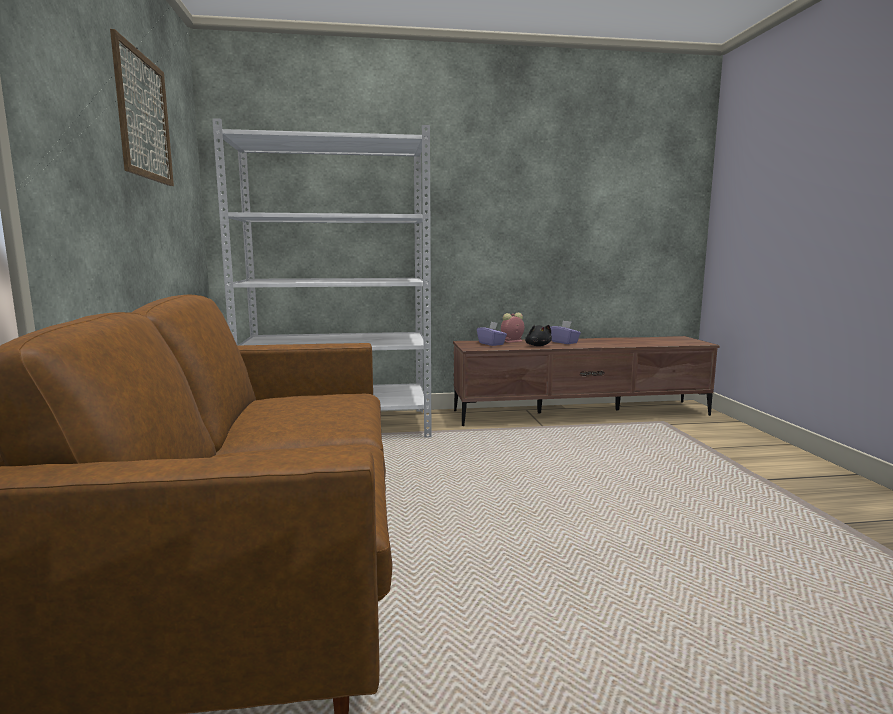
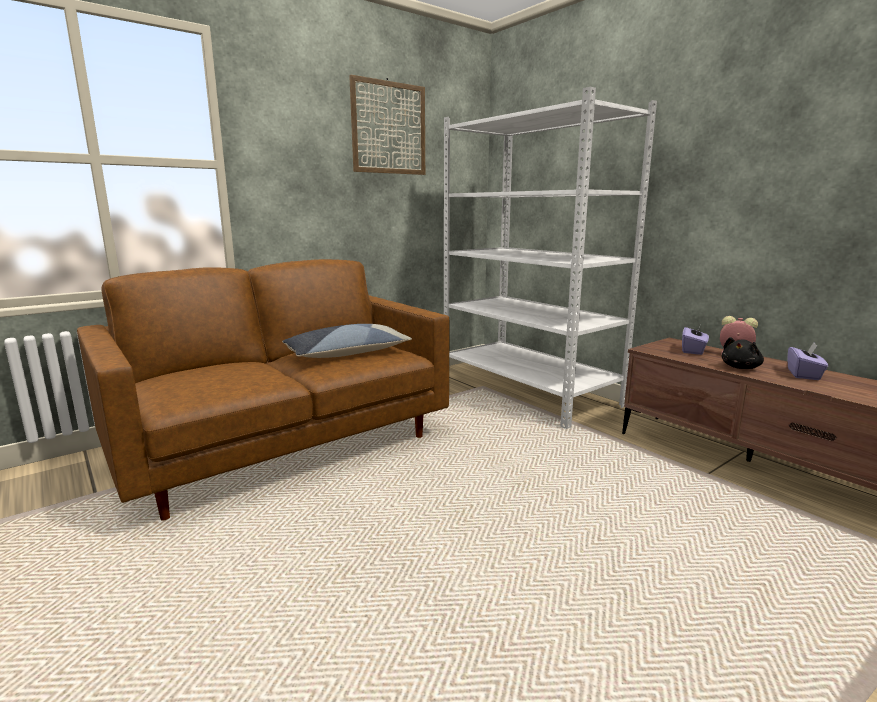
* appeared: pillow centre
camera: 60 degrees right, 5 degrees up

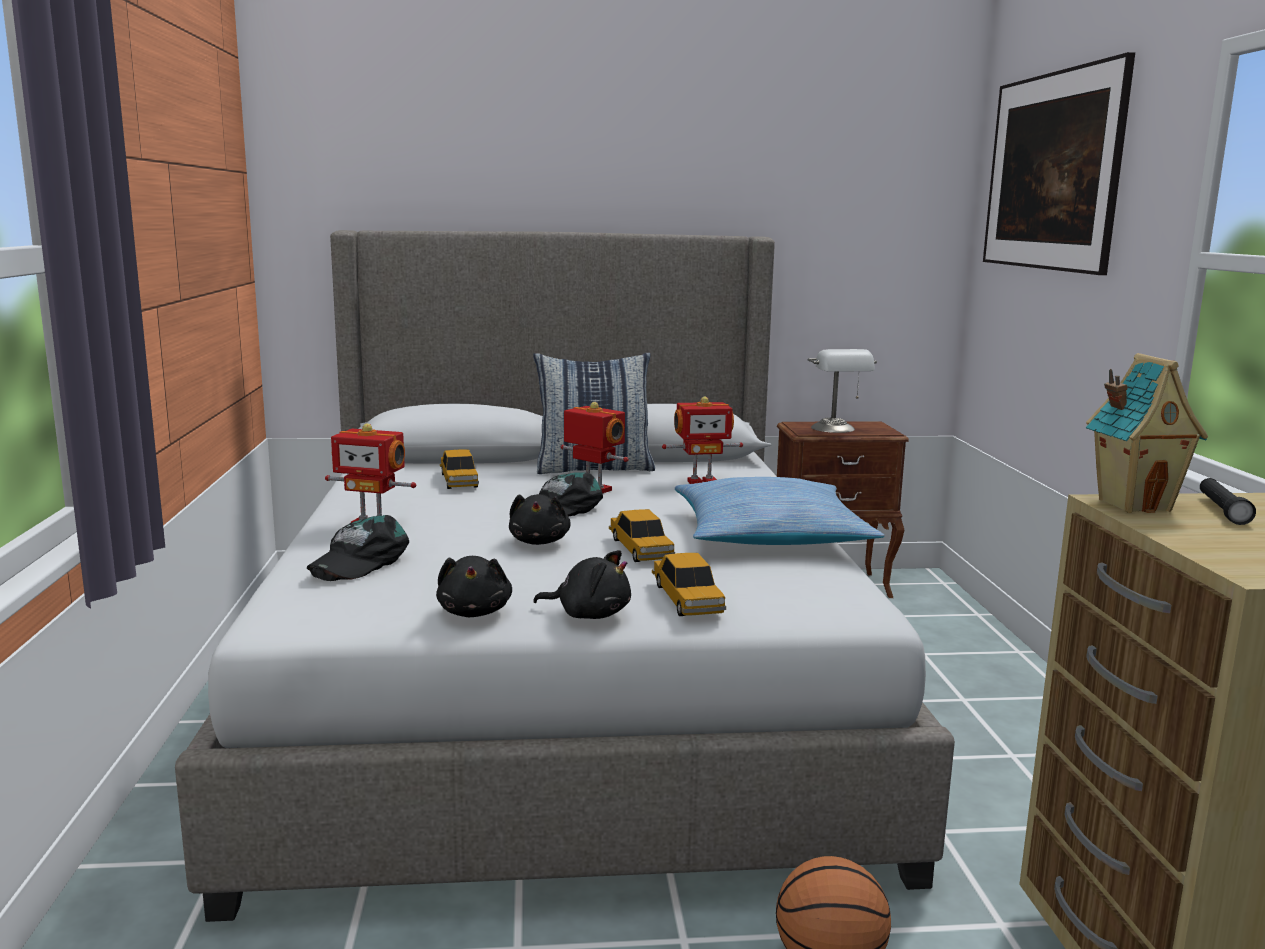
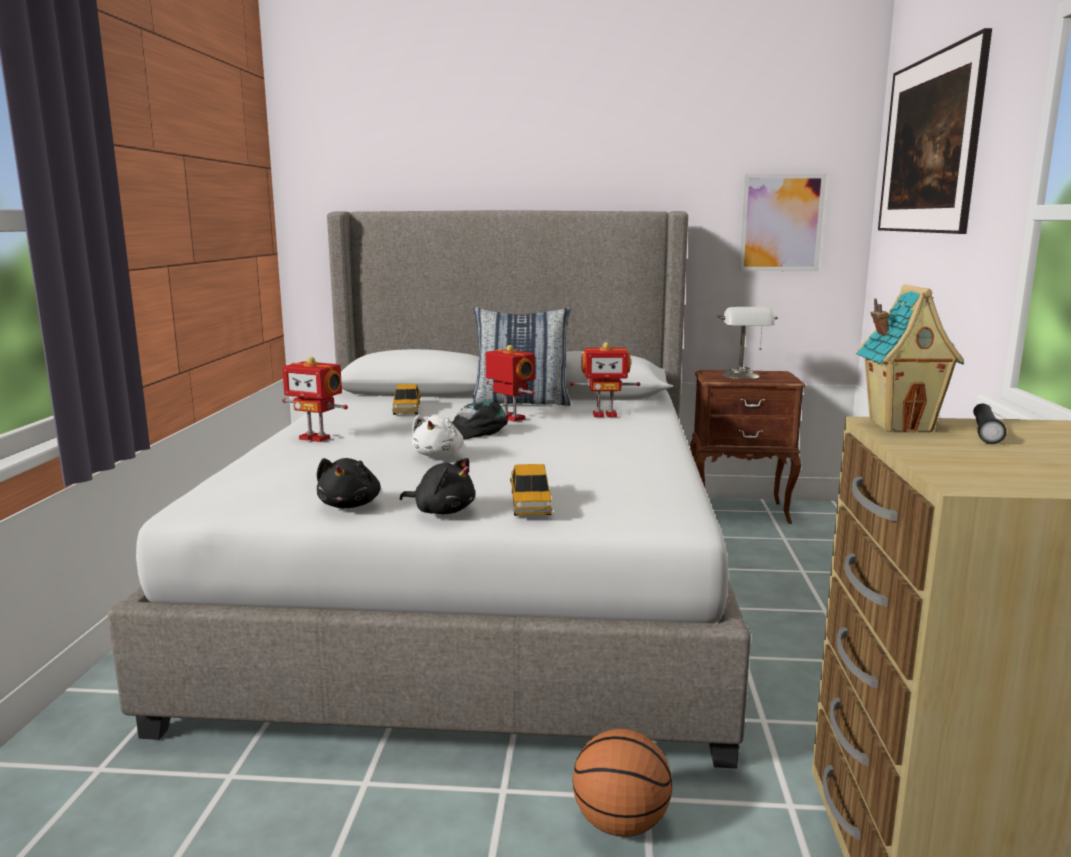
* missing: cap/black (no. 1 from left) middle left
* missing: model car (no. 2 from left) centre
* missing: pillow (no. 2 from left) centre
* appeared: wall picture (no. 1 from left) top right
* colour: cuddly toy/black (no. 2 from left) centre to cuddly toy/white-coloured centre
camera: 10 degrees right, 0 degrees up

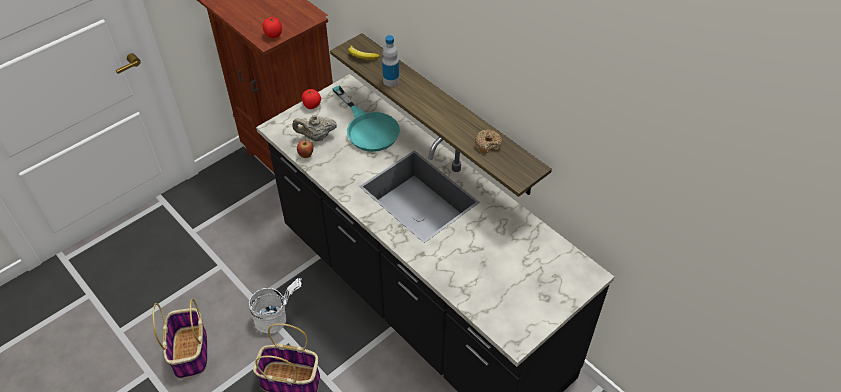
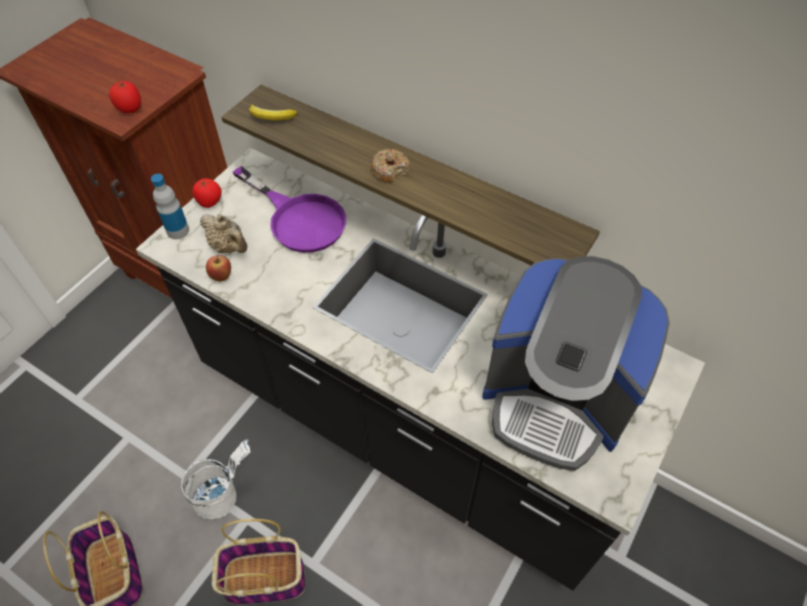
* appeared: coffee machine middle right
* relocated: bottle top centre to middle left
* relocated: donut centre to top centre
* colour: skillet/turquoise top centre to skillet/purple centre
* spun: pot for tea/beige-coloured top centre = middle left 120 degrees counterclockwise
camera: 15 degrees left, 5 degrees up

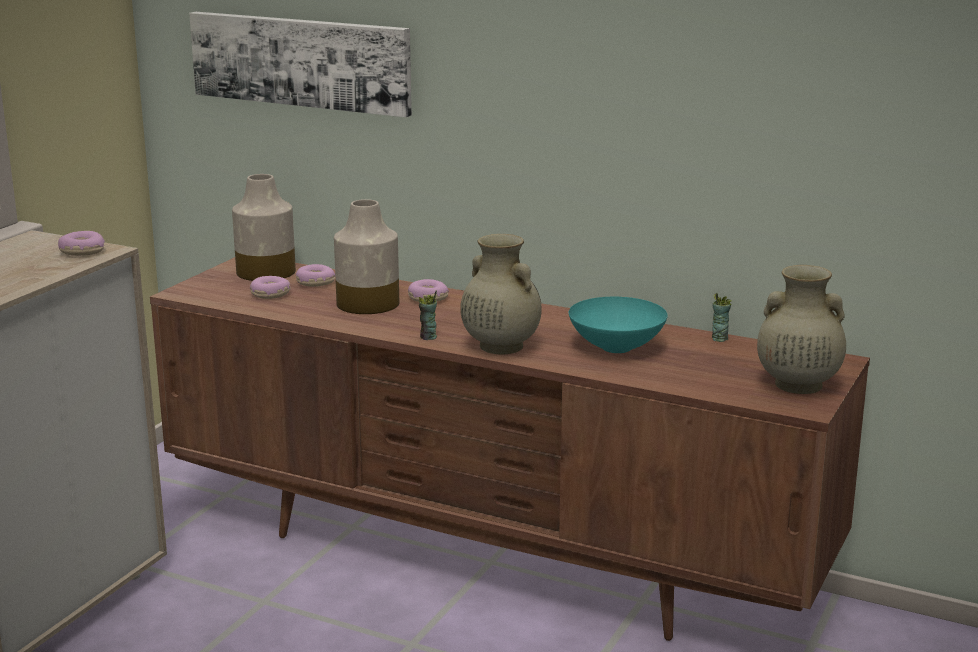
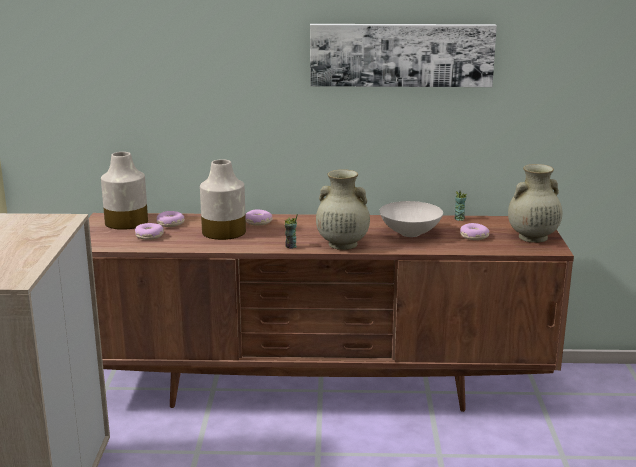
* relocated: donut (no. 1 from left in the first image) middle left to donut (no. 4 from left) middle right
* relocated: wall picture top left to top centre
* colour: deep dish/turquoise centre to deep dish/white-coloured centre
camera: 25 degrees left, 0 degrees up

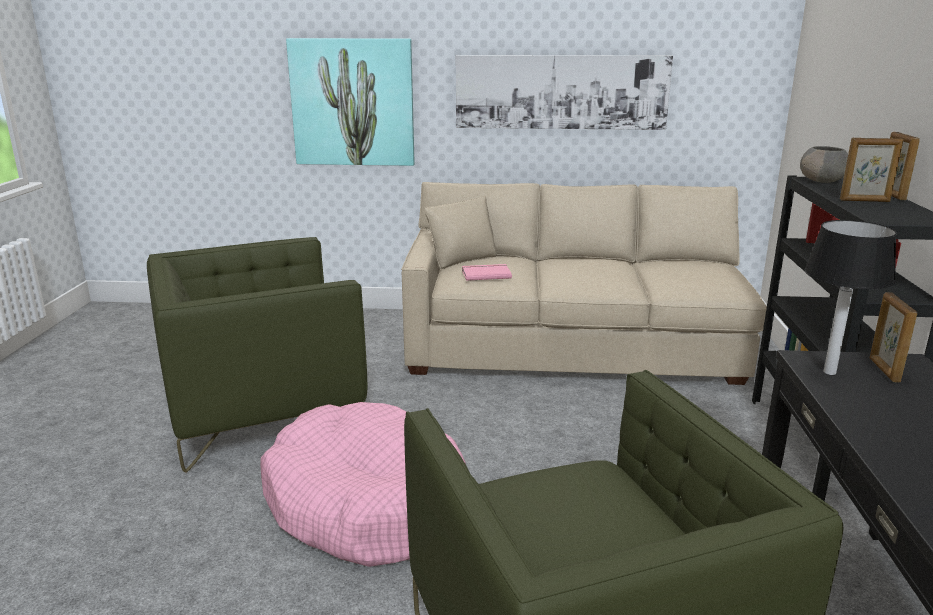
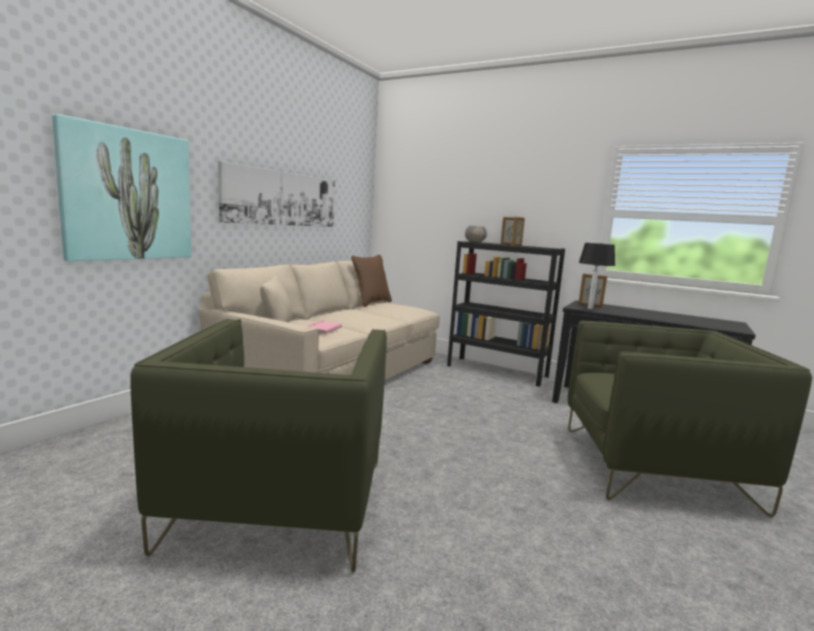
* missing: pet bed/pinkish bottom centre
* appeared: pillow/brown-coloured centre
camera: 65 degrees left, 10 degrees down

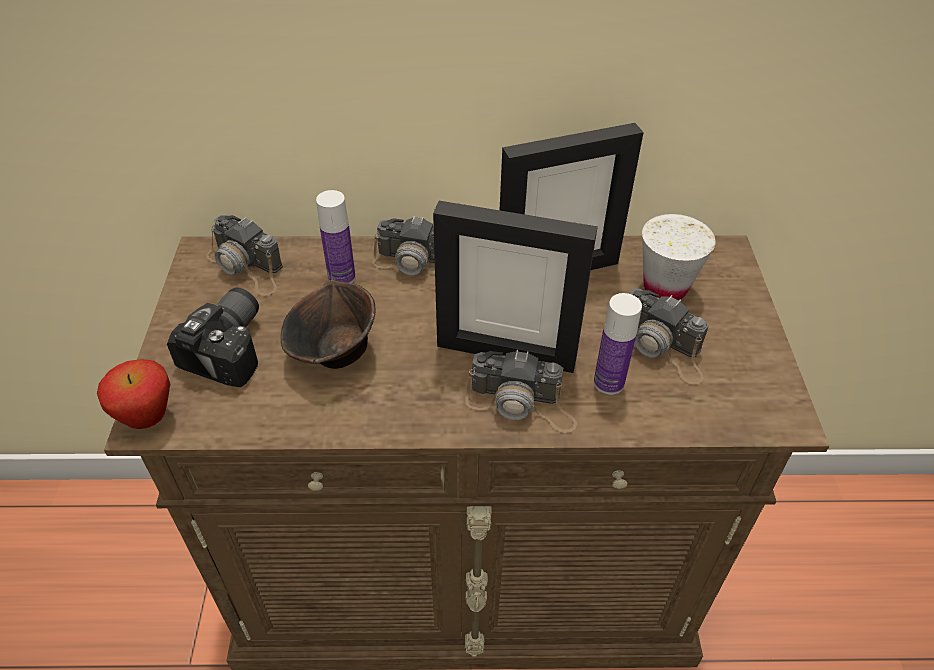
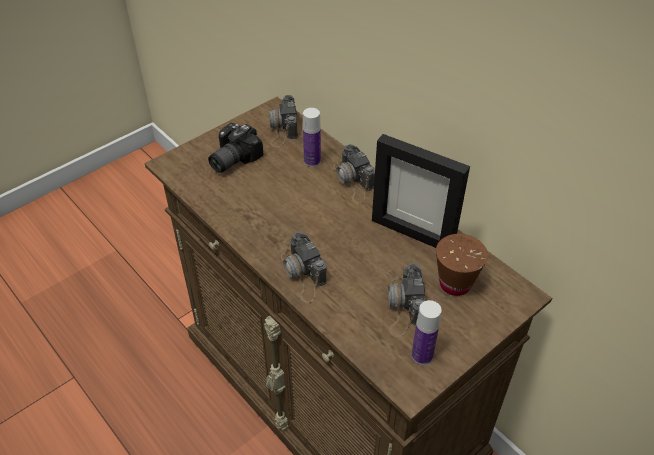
* missing: apple middle left
* missing: deep dish/brown-coloured centre
* missing: photo frame (no. 1 from left) centre
* relocated: bottle (no. 2 from left) centre to bottom centre
* colour: small cup/white-coloured middle right to small cup/brown-coloured middle right
* spun: still camera (no. 1 from left) middle left = top centre 150 degrees clockwise
camera: 50 degrees right, 0 degrees up

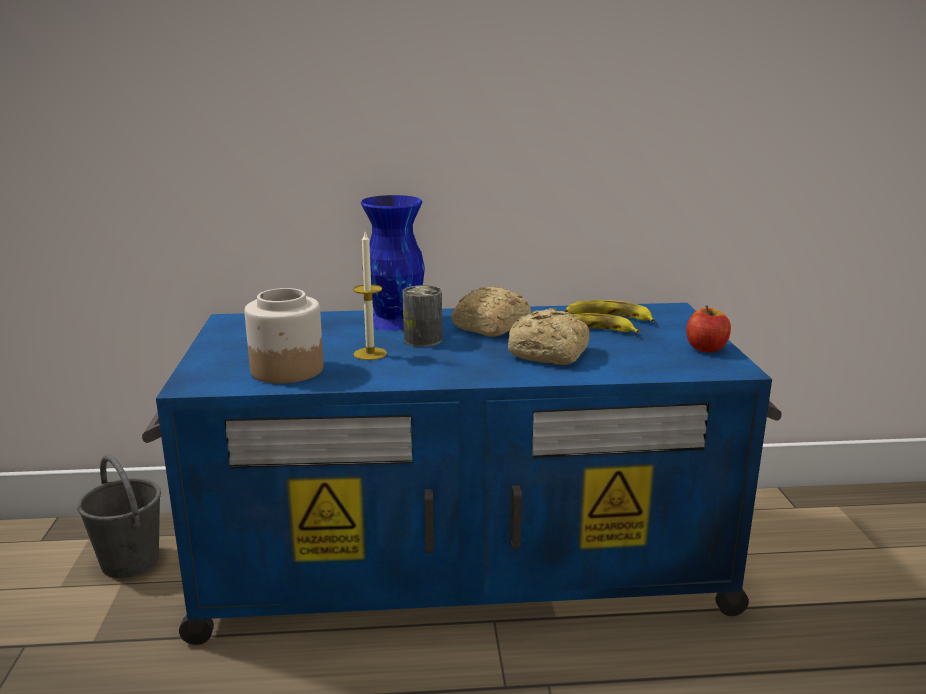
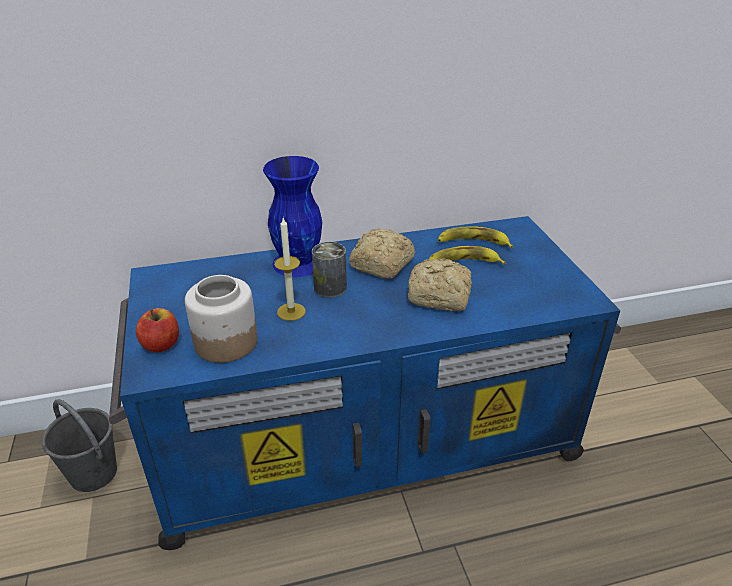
* relocated: apple middle right to middle left
camera: 10 degrees left, 15 degrees up

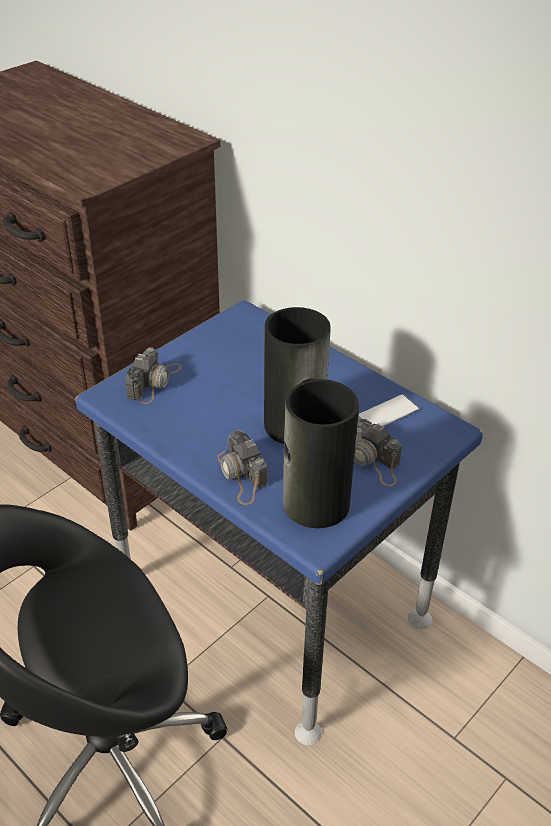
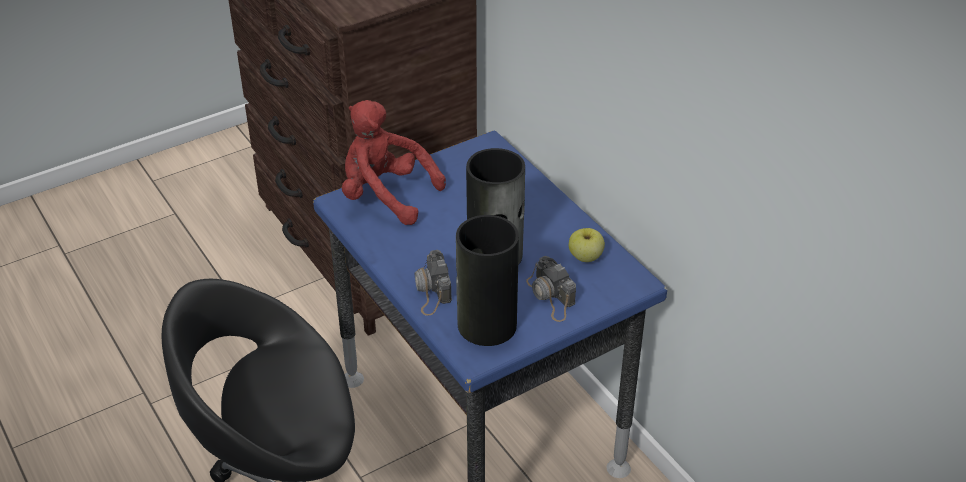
* exchanged: still camera (no. 1 from left) middle left to cuddly toy/reddish centre
* exchanged: telephone middle right to apple centre
camera: 15 degrees right, 0 degrees up

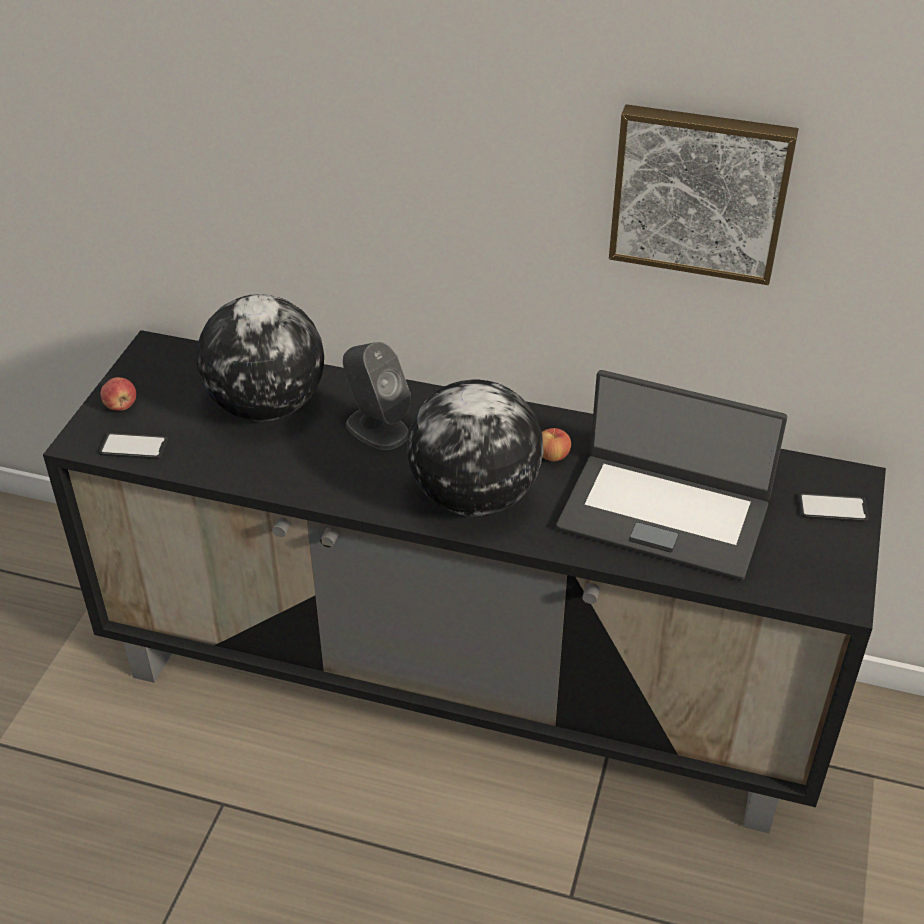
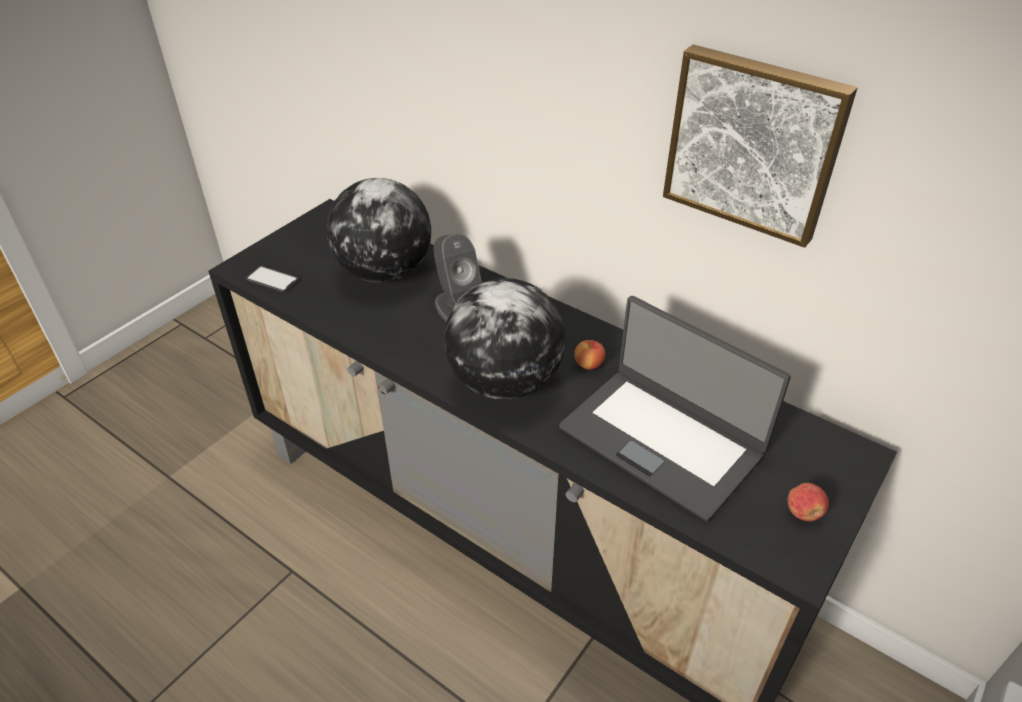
* missing: telephone (no. 2 from left) middle right
* relocated: apple (no. 1 from left in the first image) middle left to apple (no. 2 from left) bottom right
camera: 20 degrees right, 0 degrees up

